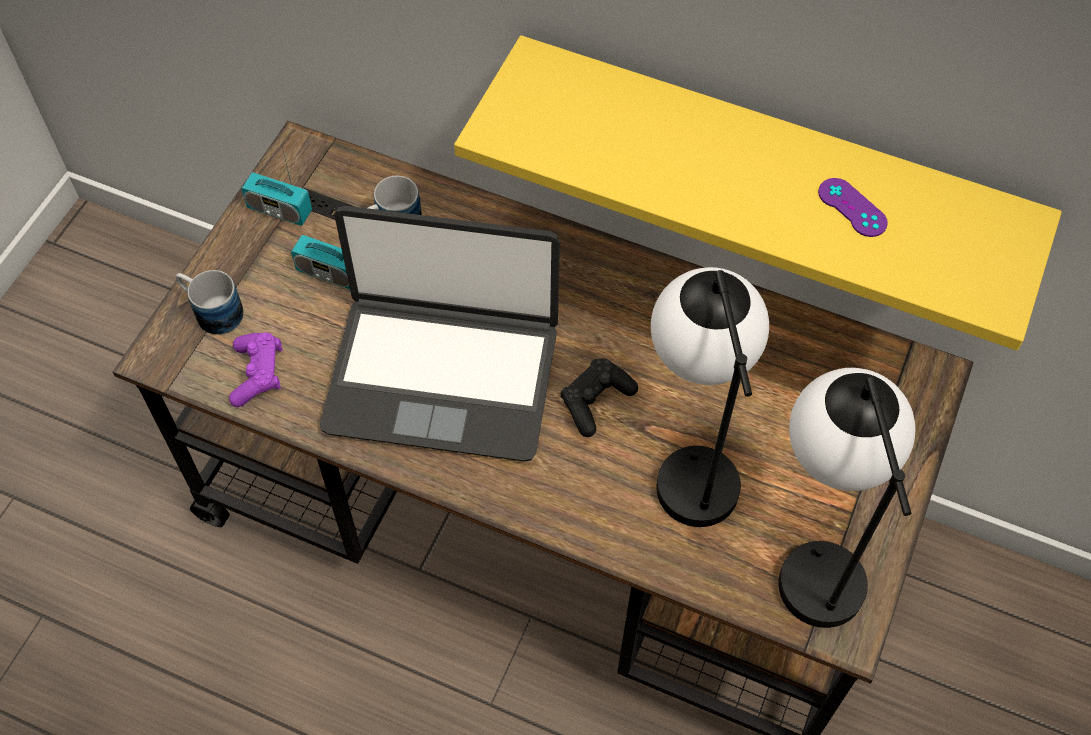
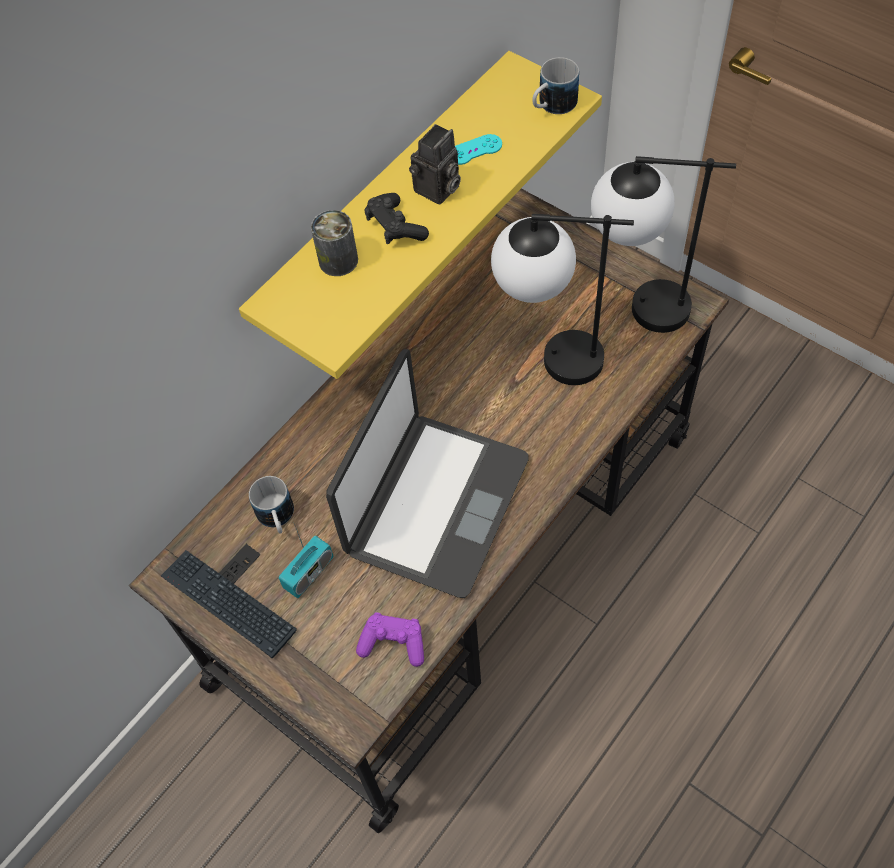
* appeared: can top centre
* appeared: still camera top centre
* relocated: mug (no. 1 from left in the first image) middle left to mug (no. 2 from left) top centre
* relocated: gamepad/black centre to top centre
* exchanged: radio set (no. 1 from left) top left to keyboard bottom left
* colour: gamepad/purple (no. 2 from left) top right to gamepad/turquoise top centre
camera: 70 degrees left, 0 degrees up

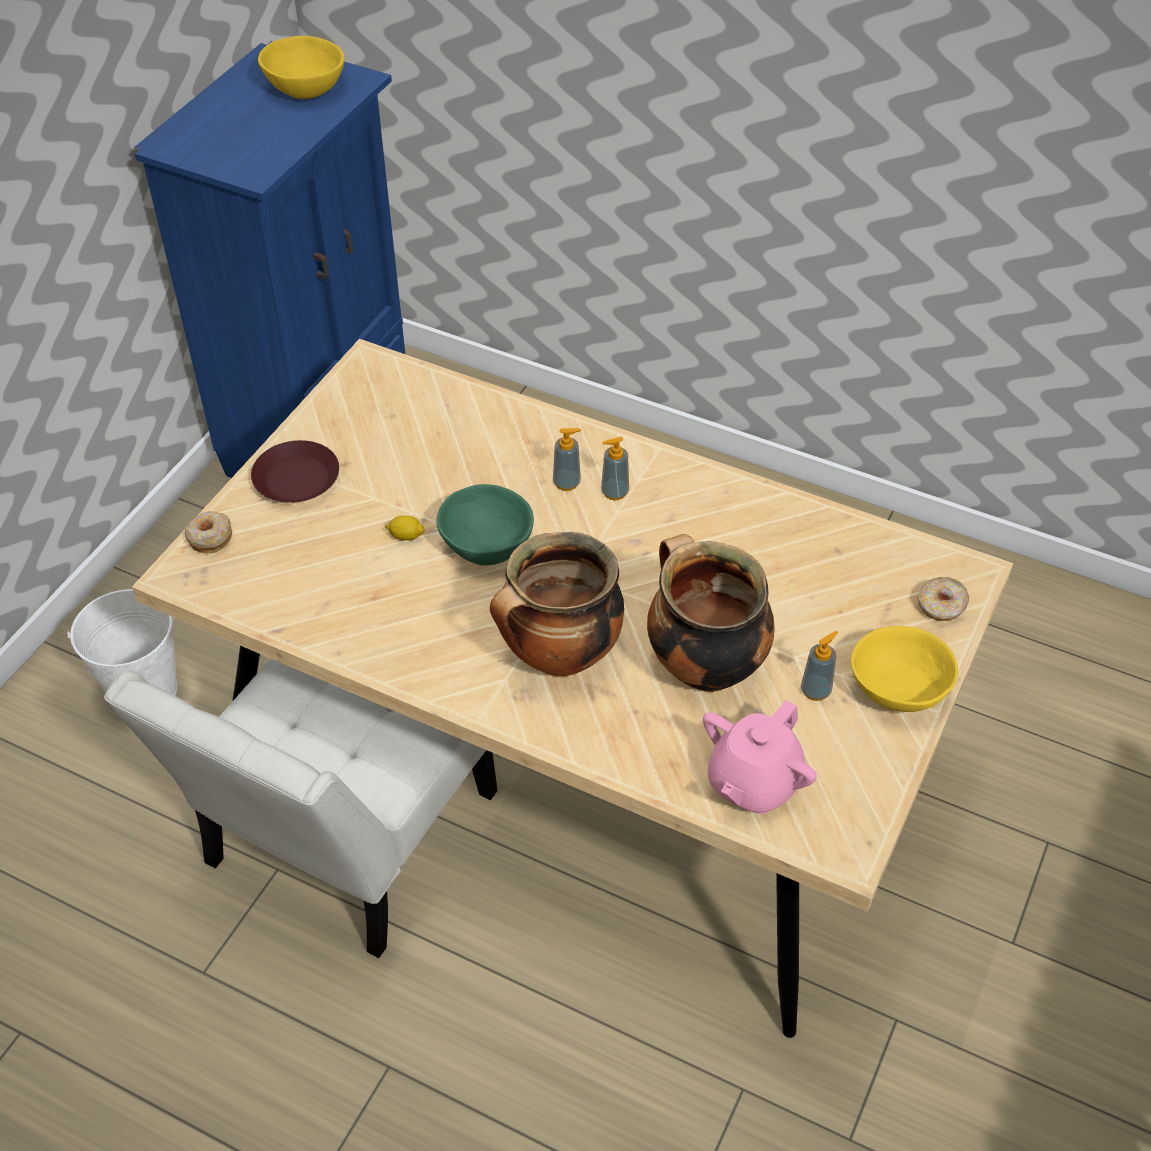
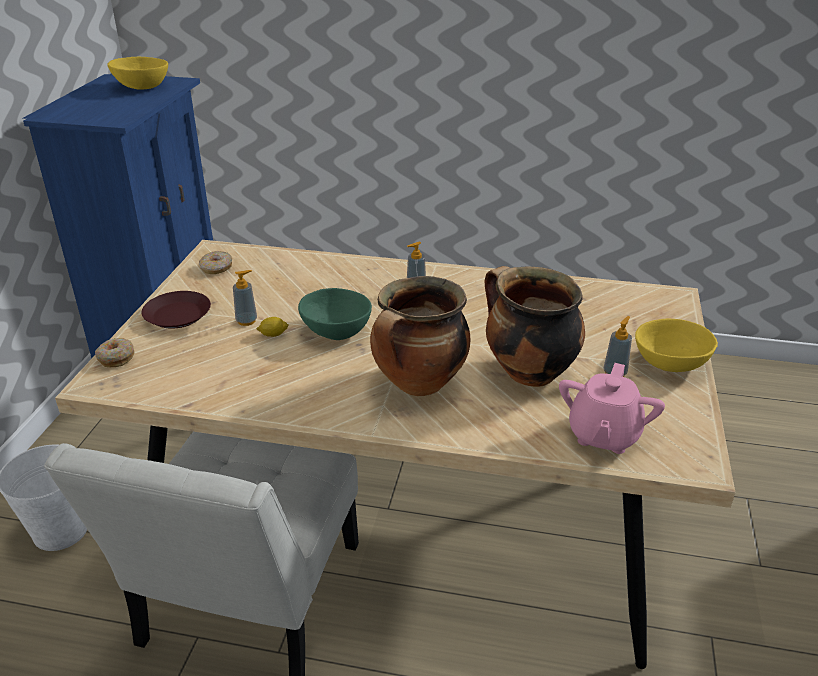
* relocated: soap bottle (no. 1 from left) centre to middle left
* relocated: donut (no. 2 from left) middle right to middle left
camera: 15 degrees left, 15 degrees down

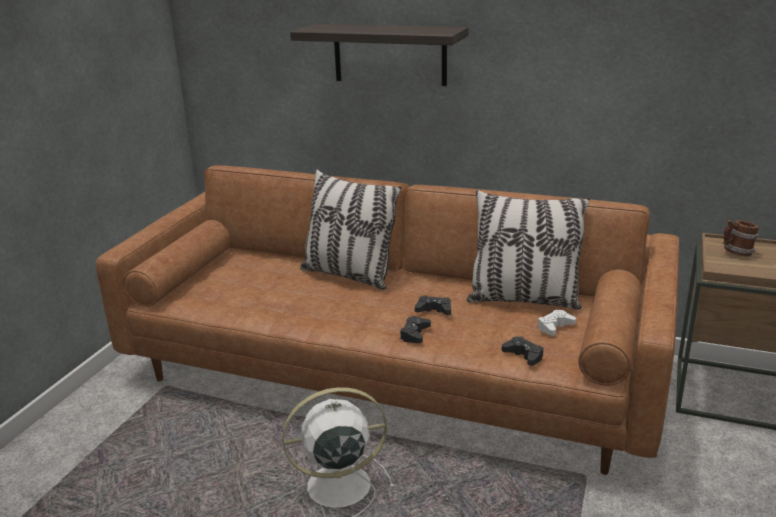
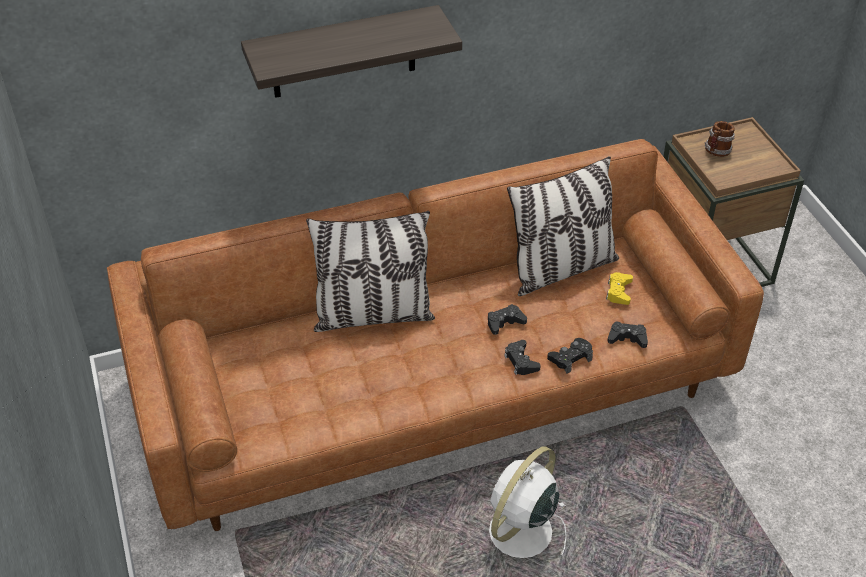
* appeared: gamepad/black (no. 3 from left) centre
* colour: gamepad/white-coloured middle right to gamepad/yellow-coloured middle right
camera: 40 degrees left, 20 degrees up

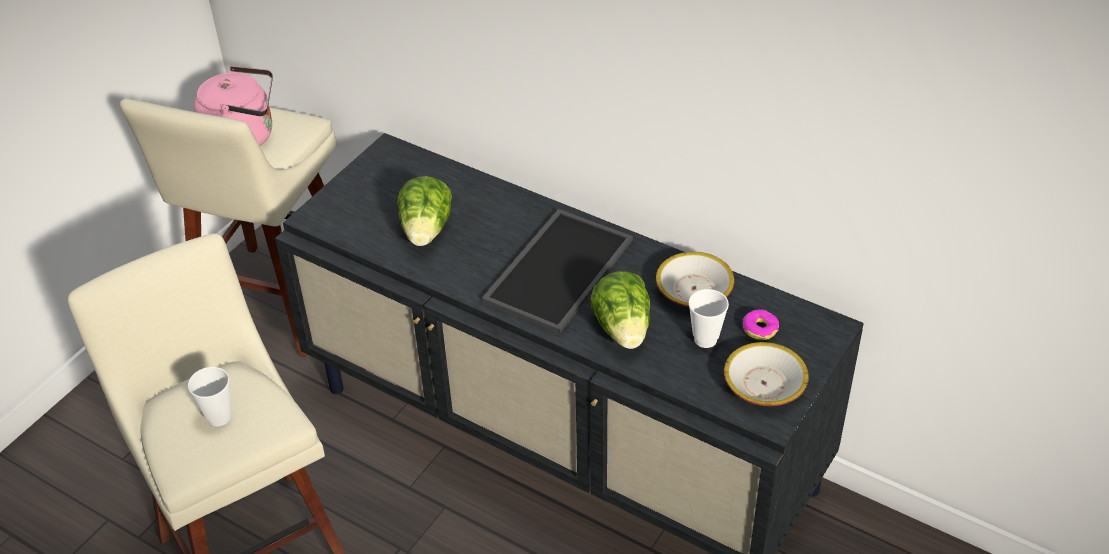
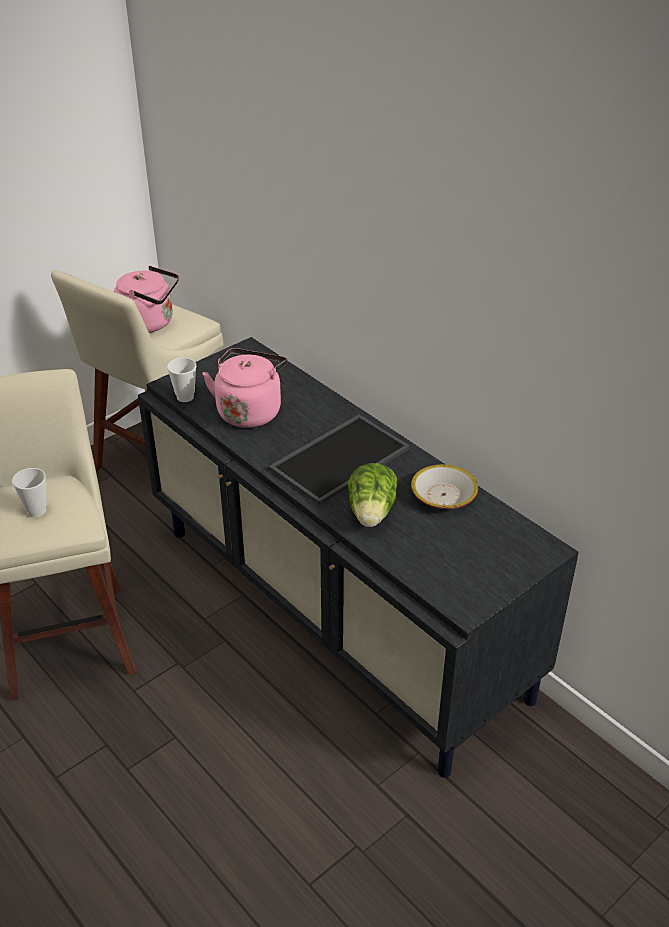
* missing: deep dish (no. 2 from left) bottom right
* missing: donut middle right
* relocated: small cup (no. 2 from left) centre to middle left
* exchanged: lettuce (no. 1 from left) centre to kettle/pinkish (no. 2 from left) centre
camera: 15 degrees right, 5 degrees down

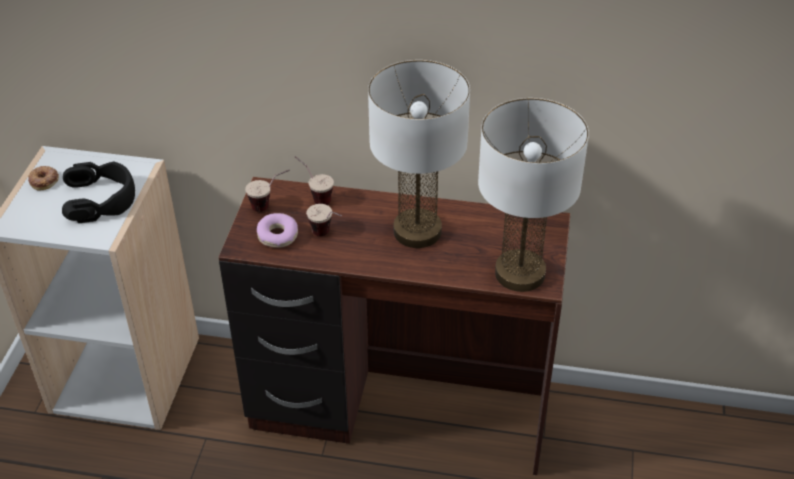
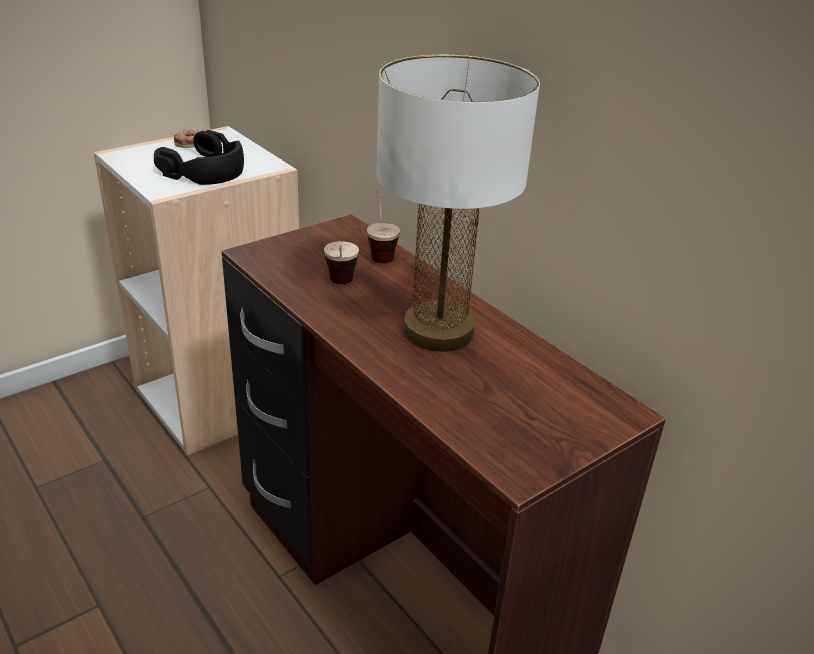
* missing: small cup (no. 1 from left) centre
* missing: donut (no. 2 from left) centre
* missing: lamp for a table (no. 2 from left) middle right
camera: 40 degrees right, 10 degrees down

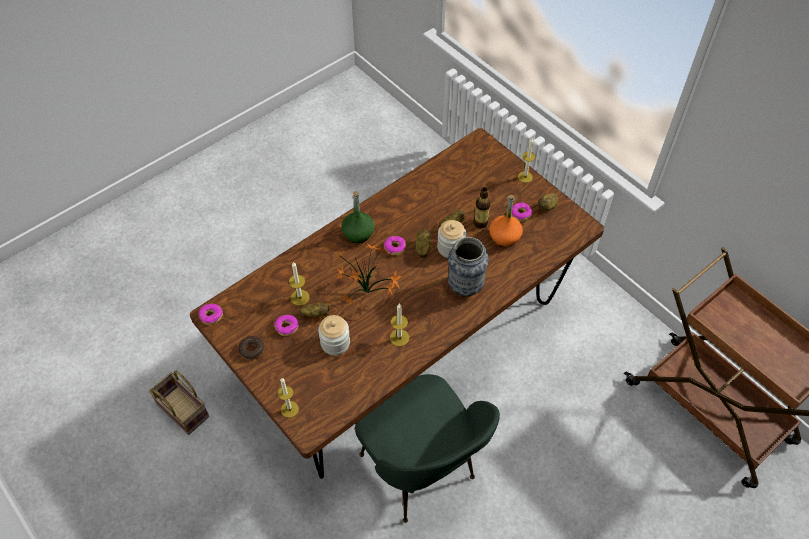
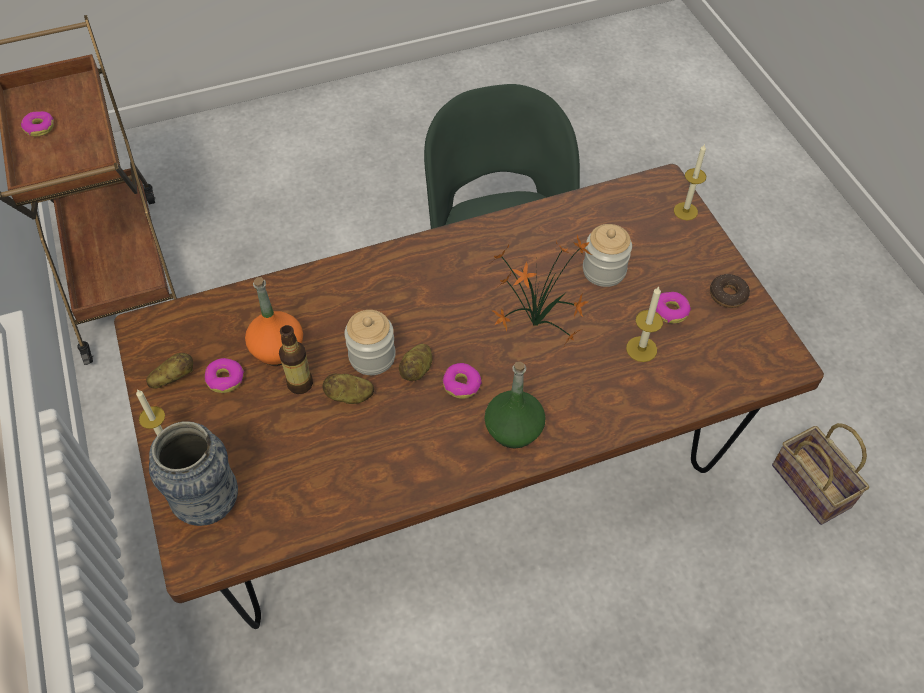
* missing: whole potato (no. 1 from left) centre
* missing: wax light (no. 3 from left) centre
* relocated: donut (no. 1 from left) middle left to top left
* relocated: flower vase centre to bottom left
camera: 160 degrees left, 0 degrees up

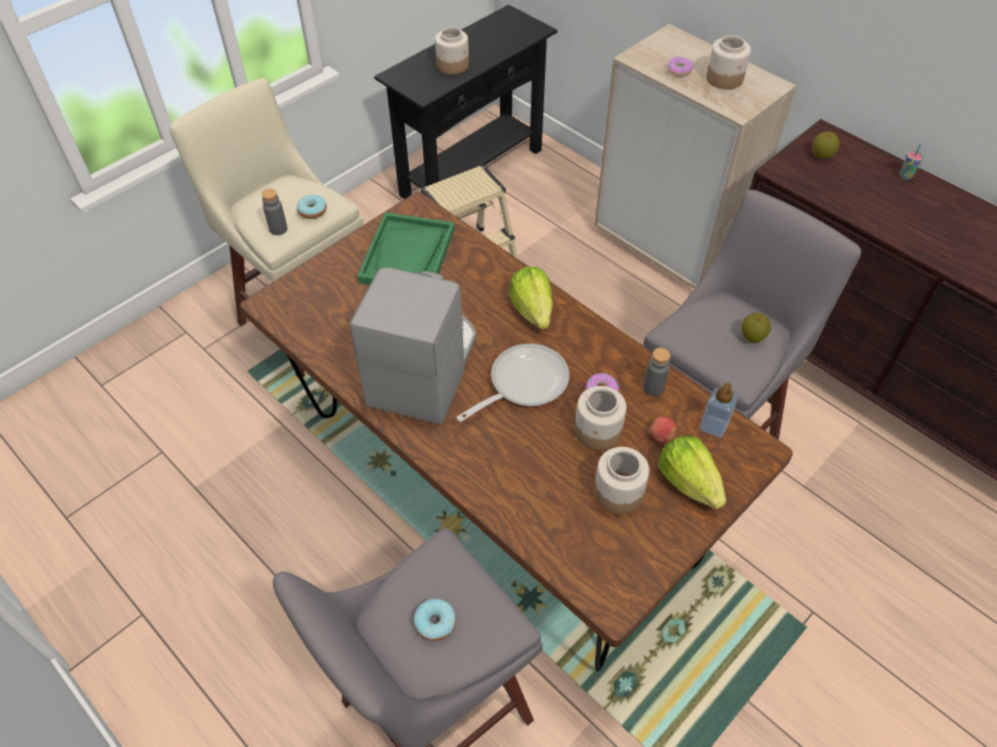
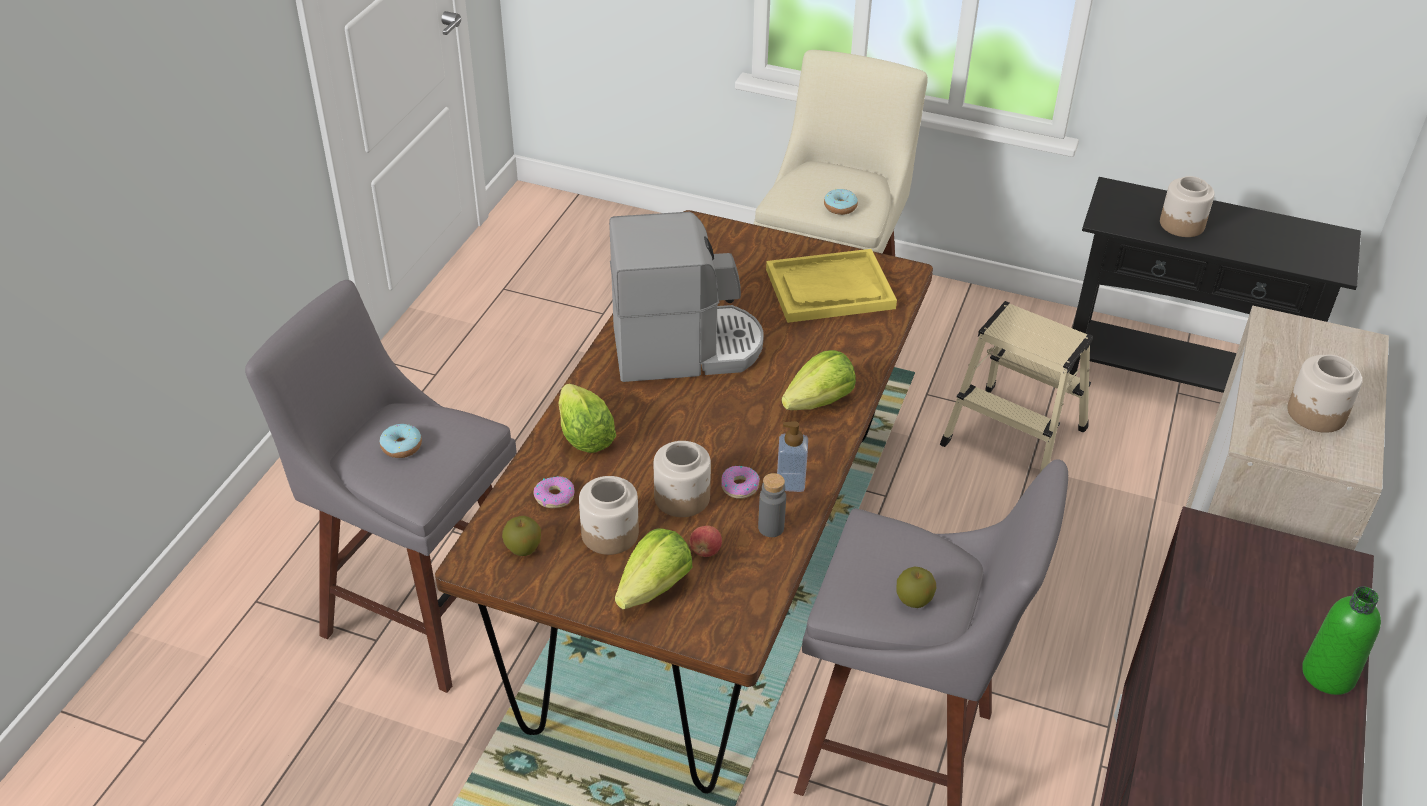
* missing: bottle/gray (no. 1 from left) top left
* missing: skillet centre
* appeared: lettuce (no. 1 from left) centre
* relocated: donut (no. 4 from left in the first image) top right to donut (no. 2 from left) centre
* relocated: soap bottle middle right to centre
* relocated: apple (no. 3 from left in the first image) top right to apple (no. 1 from left) centre
* exchanged: small cup top right to bottle/green bottom right
* colour: serving tray/green top centre to serving tray/yellow-coloured centre
camera: 65 degrees right, 10 degrees down

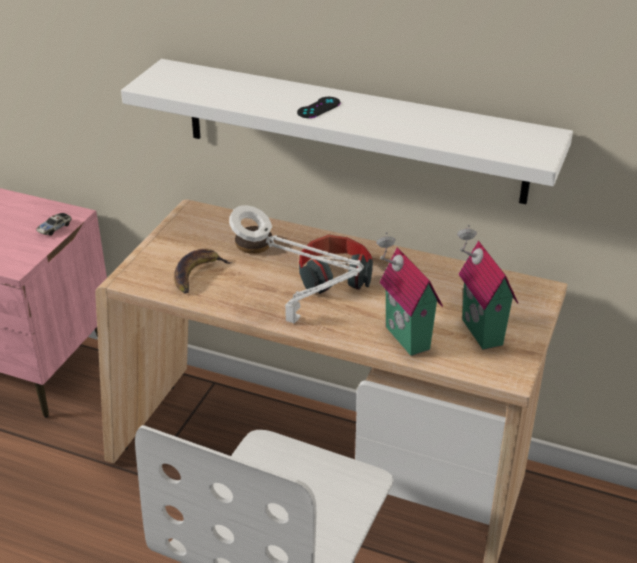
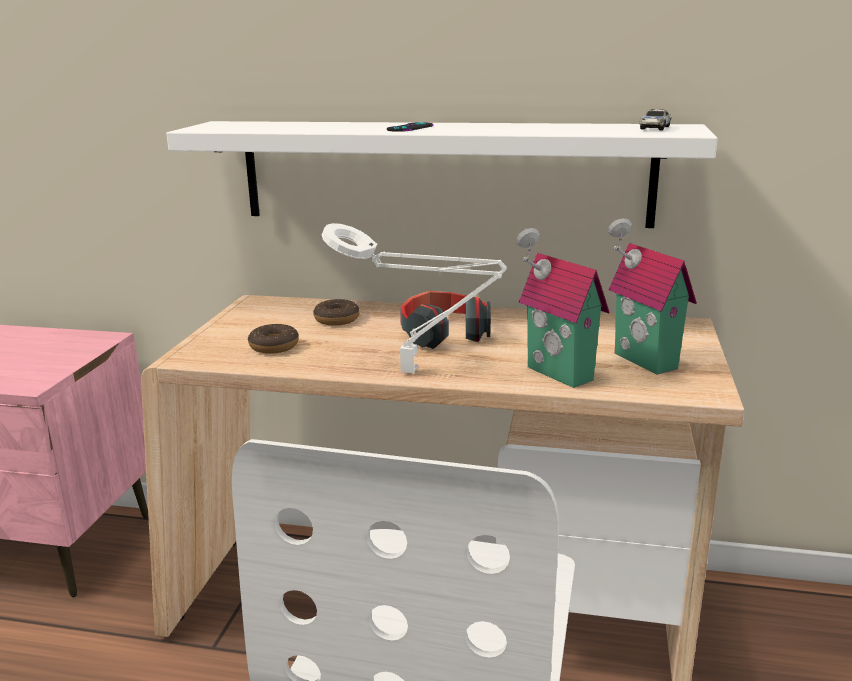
* relocated: model car middle left to top right
* exchanged: banana fruit middle left to donut (no. 1 from left) middle left
camera: 10 degrees left, 15 degrees down

